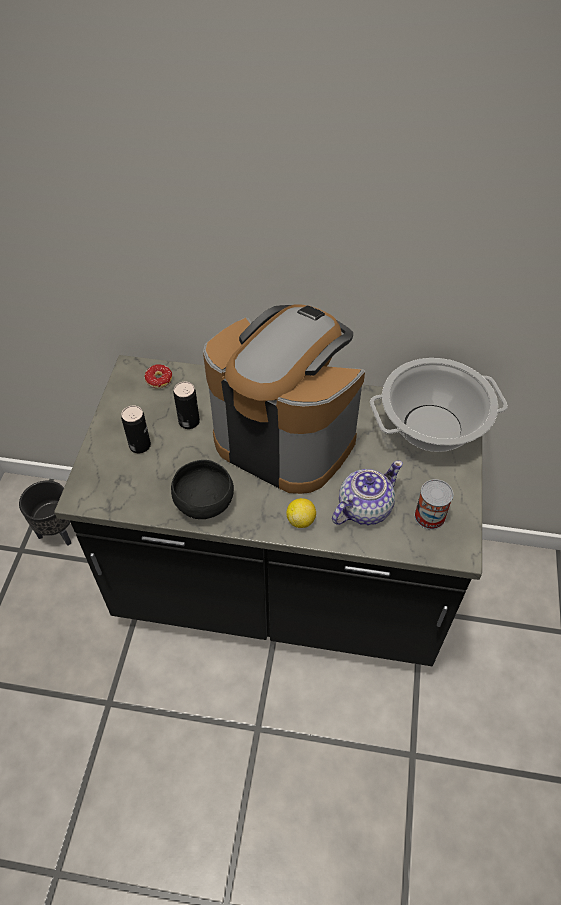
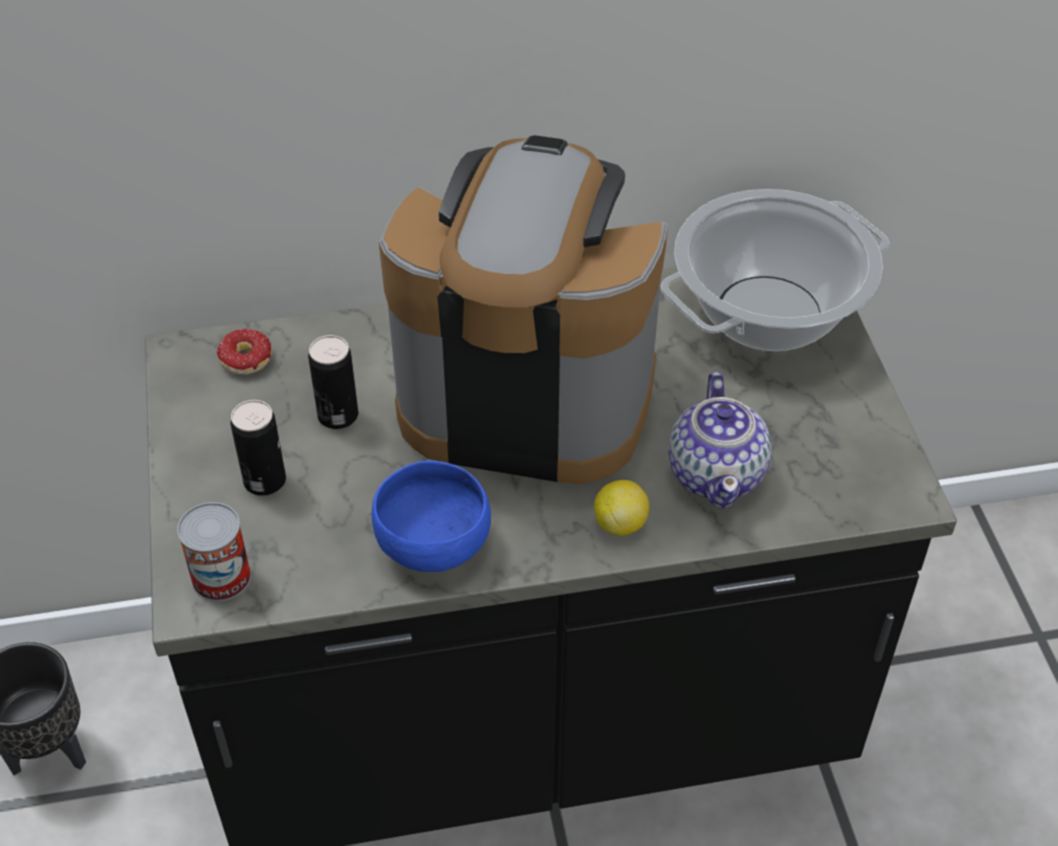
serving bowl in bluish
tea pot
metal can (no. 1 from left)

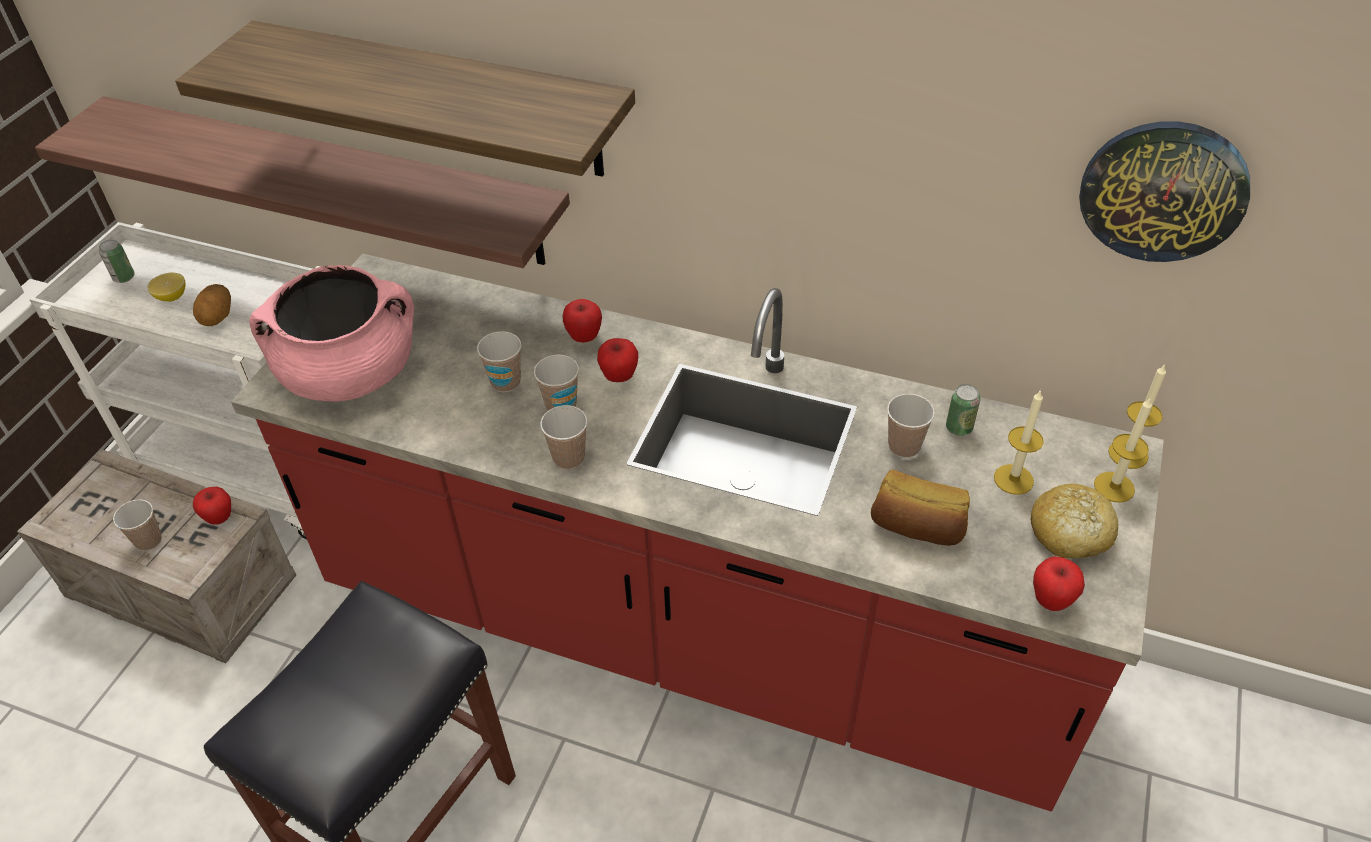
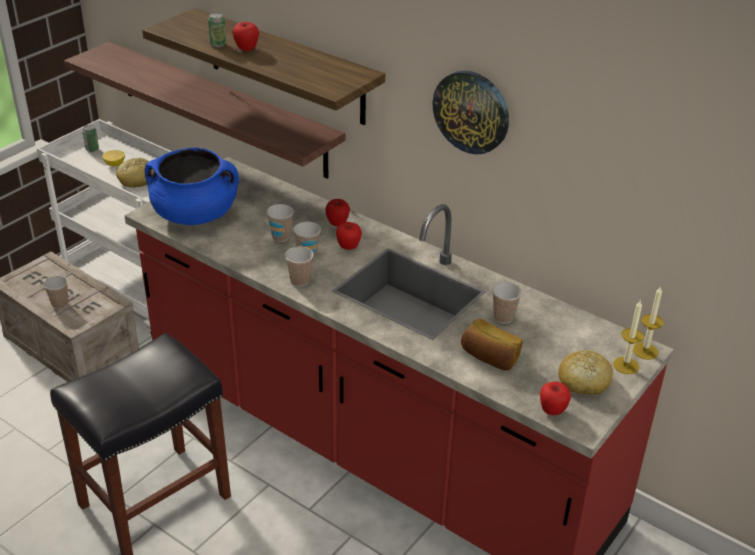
clock on the wall
stockpot in bluish
bakery bread (no. 1 from left)
metal can (no. 2 from left)
wax light (no. 1 from left in the first image)
apple fruit (no. 1 from left)

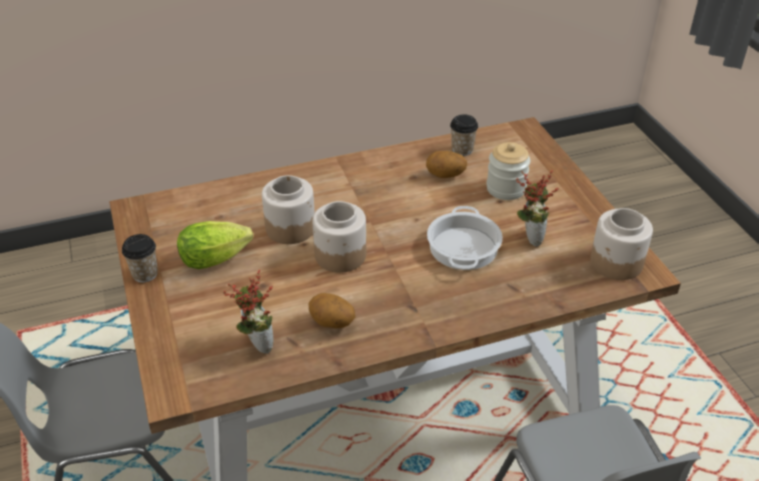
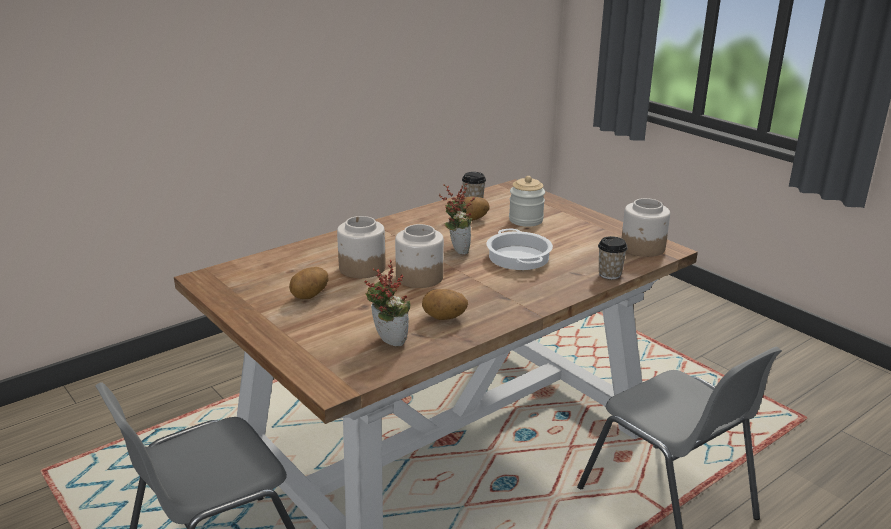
plant in a pot (no. 2 from left)
whole potato (no. 1 from left)
cup (no. 2 from left)

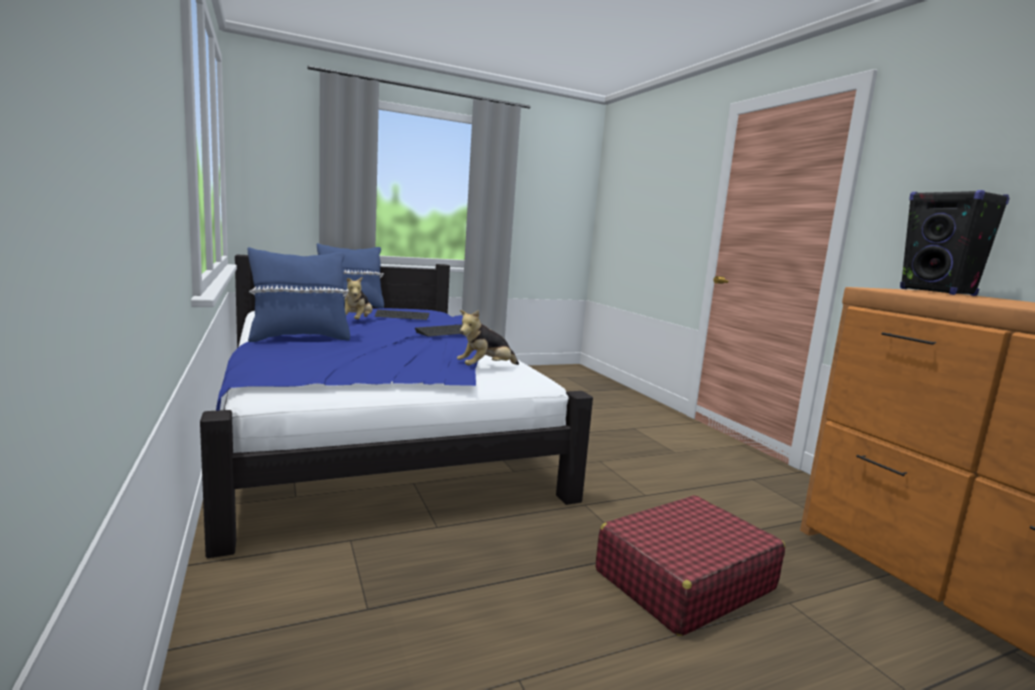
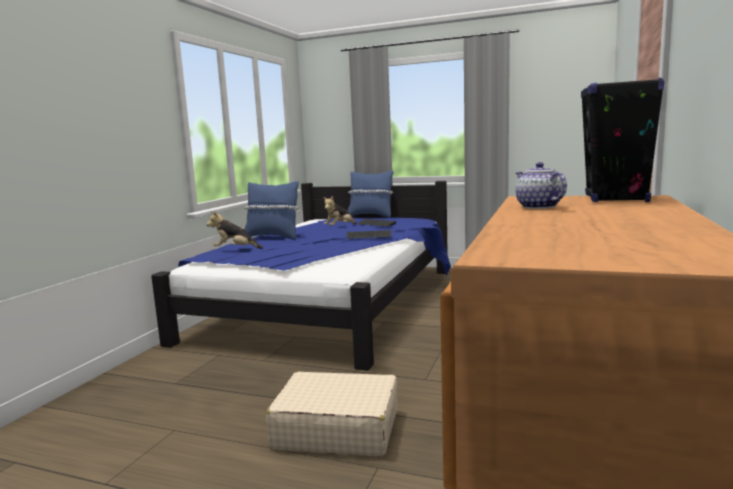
cuddly toy (no. 1 from left)
piece of luggage in beige
tea pot

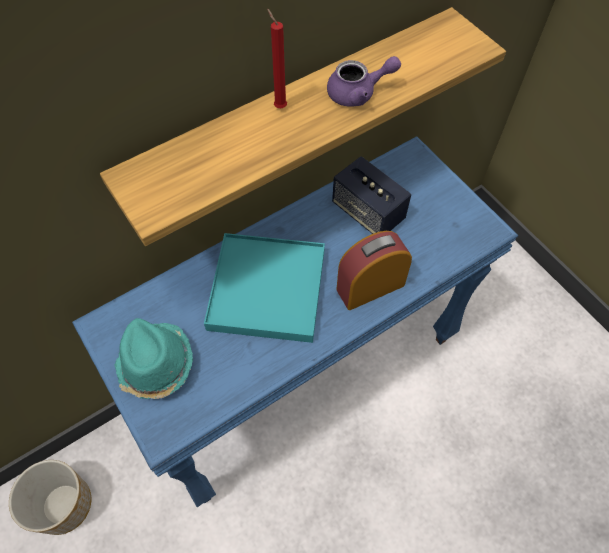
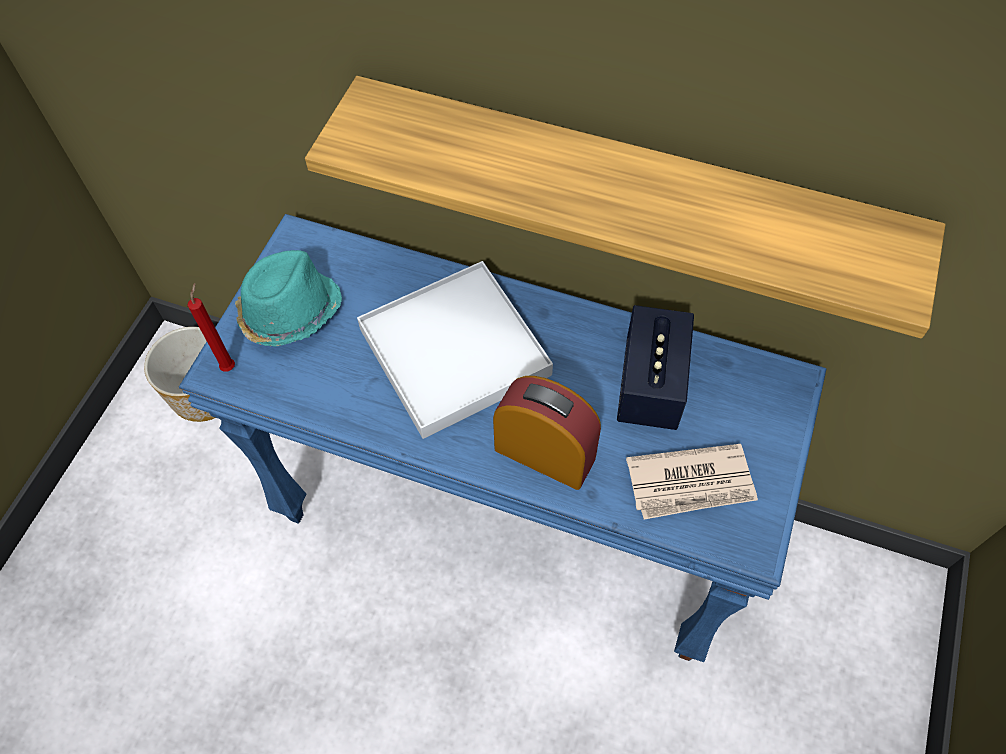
wax light in reddish
tea pot in purple-coloured
carrying tray in white-coloured
printed paper

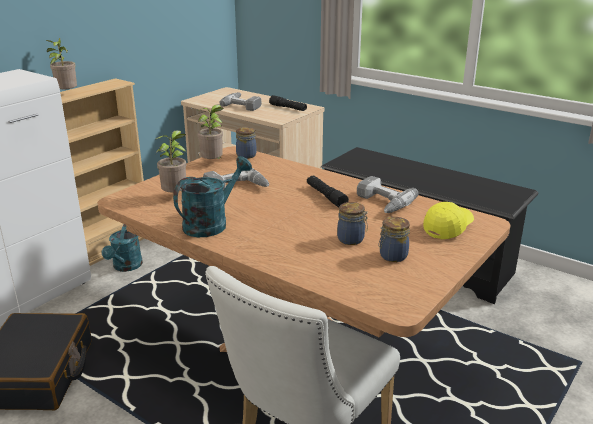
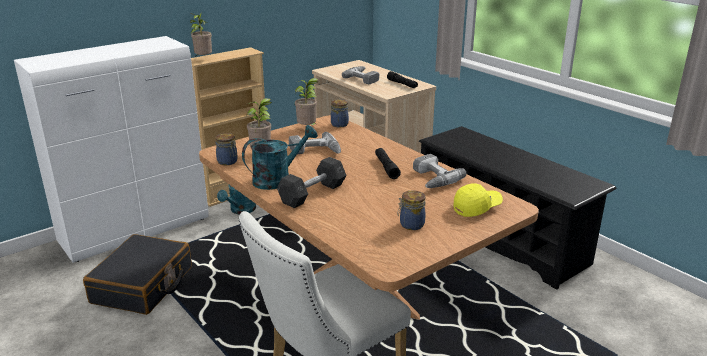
jar (no. 1 from left)
free weight in gray

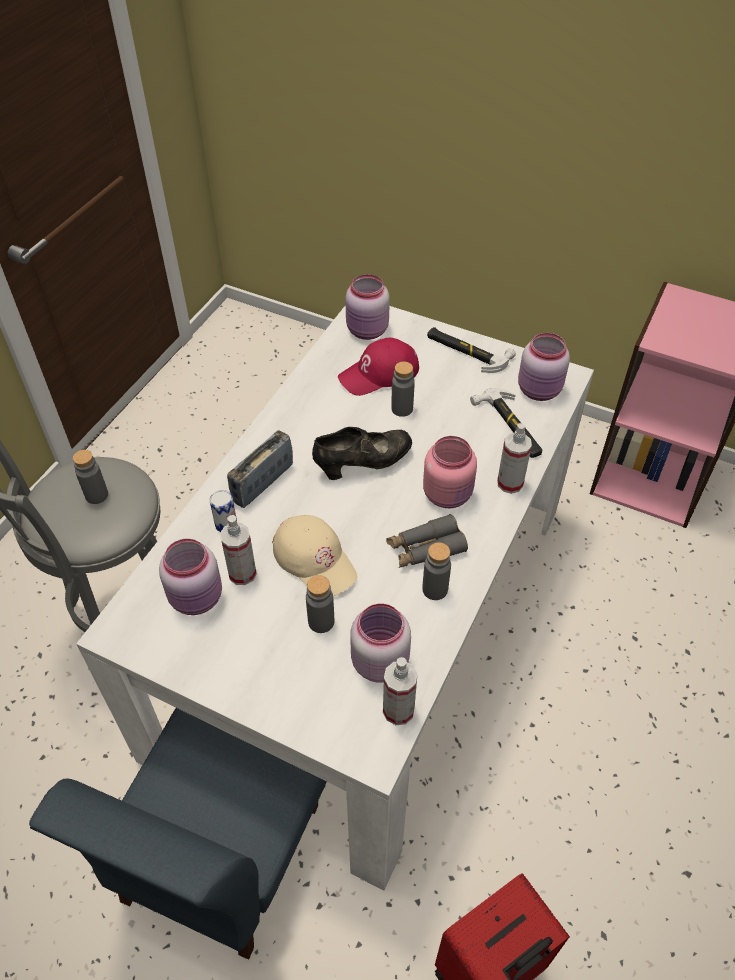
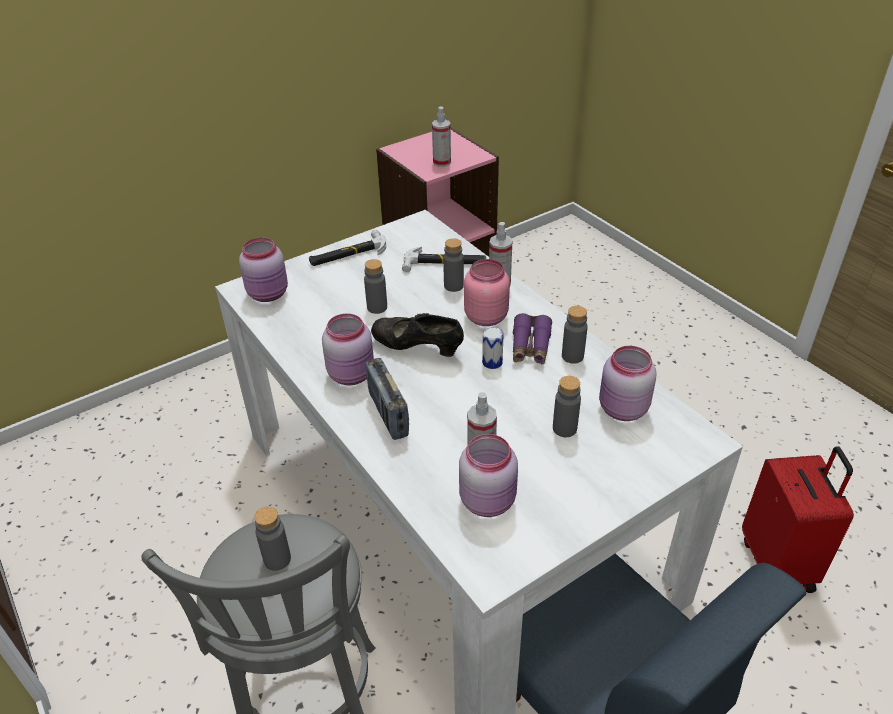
jar in pink (no. 2 from left)
peaked cap in reddish
item of footwear in blackish
metal can
pair of binoculars in purple-coloured
peaked cap in beige
spray bottle (no. 1 from left)
bottle in gray (no. 3 from left)

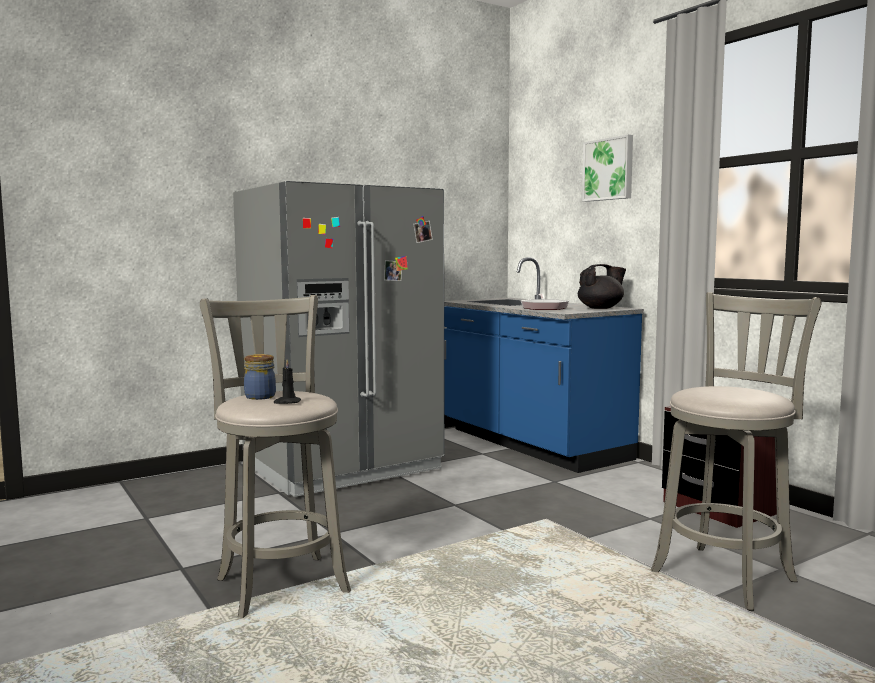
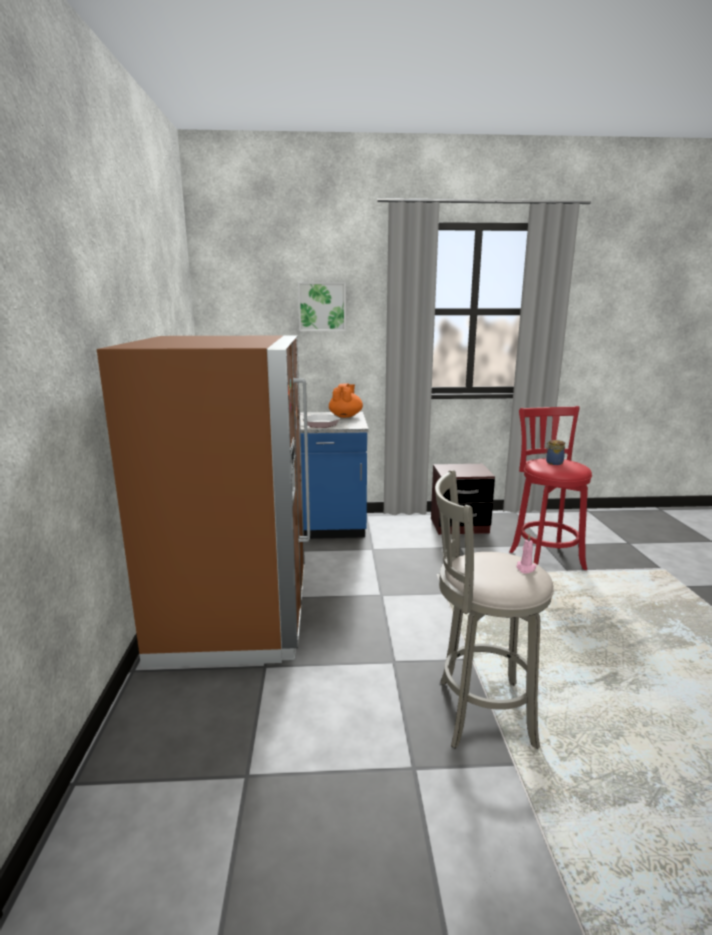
kitchen fridge in brown-coloured
tea pot in orangey
sitting stool in reddish
jar
wax light in pink

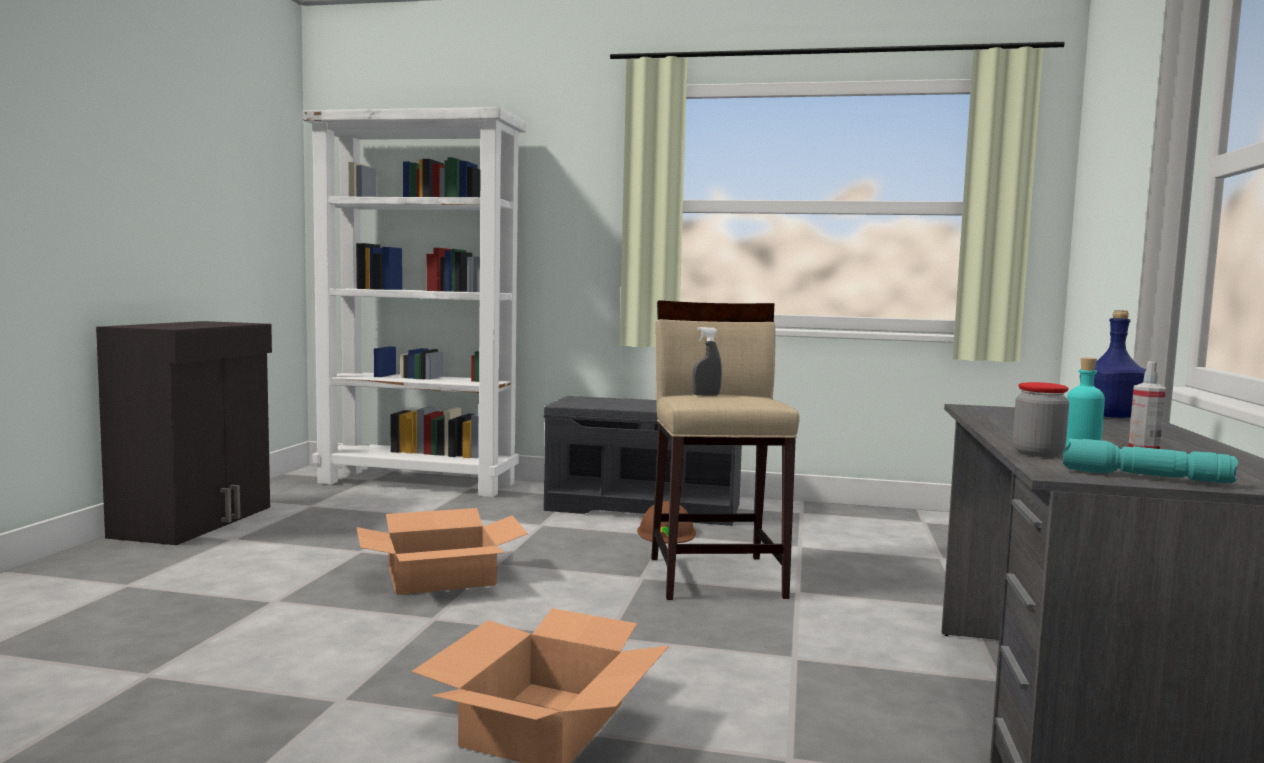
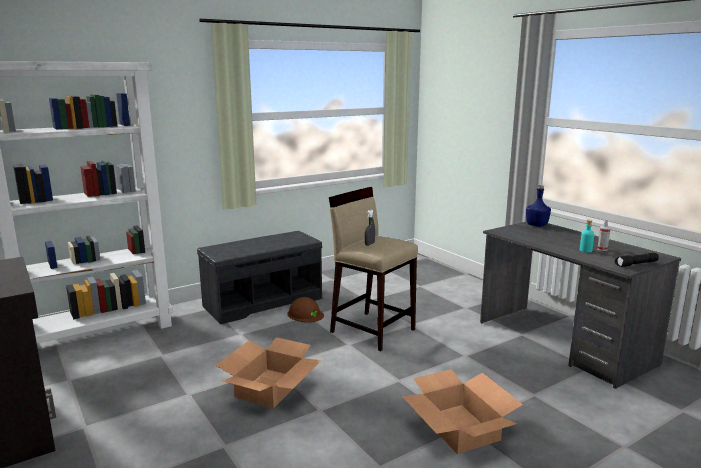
jar
hand torch in blackish

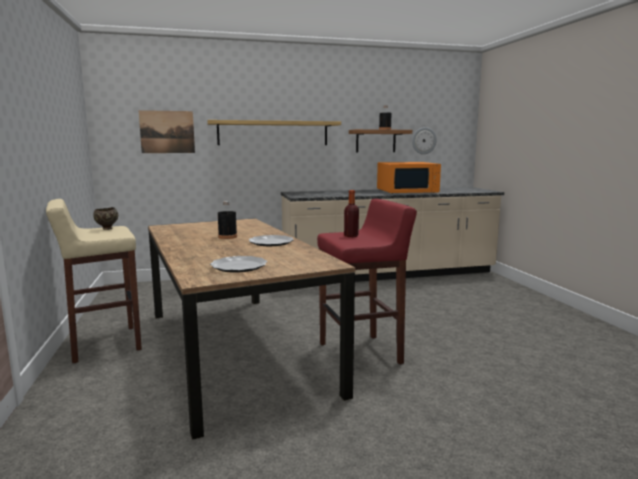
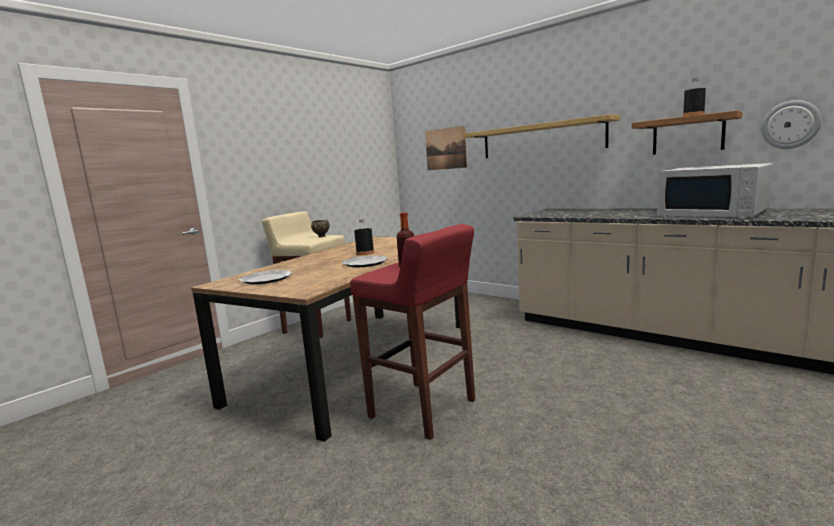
kitchen microwave in white-coloured

